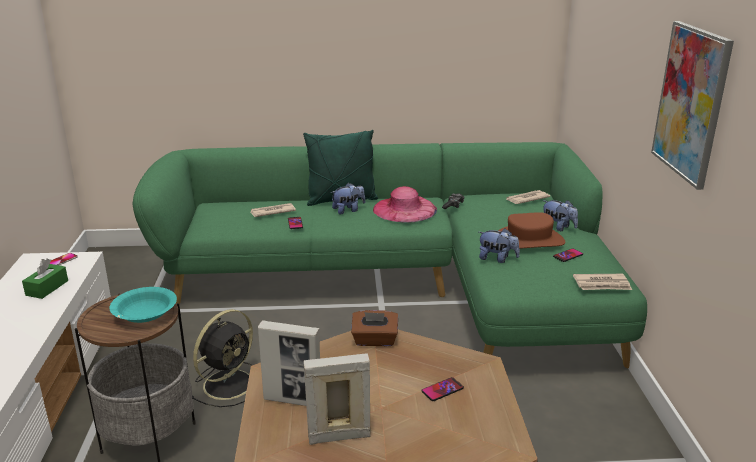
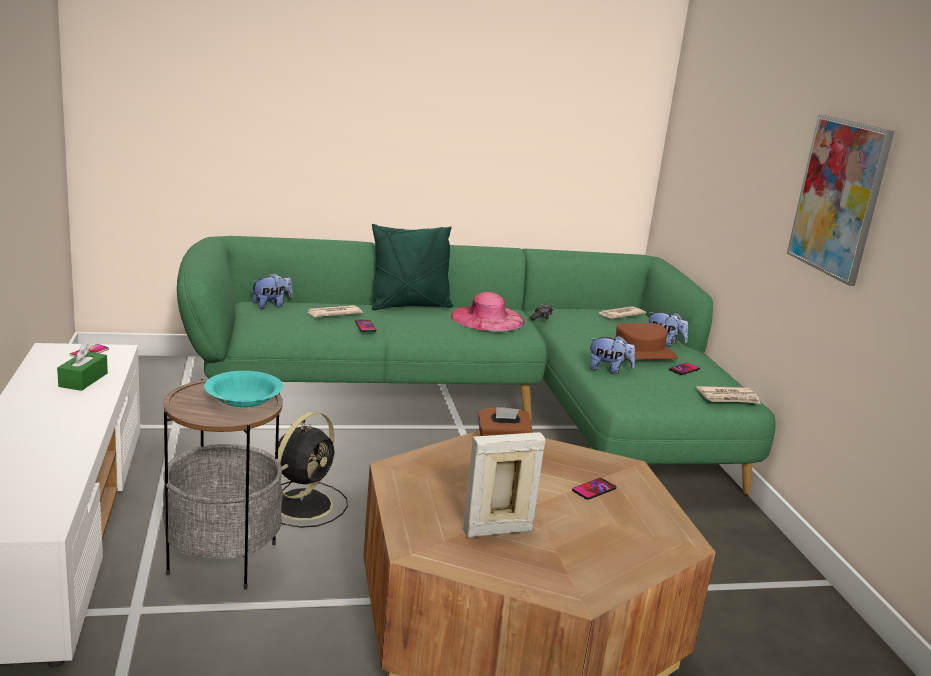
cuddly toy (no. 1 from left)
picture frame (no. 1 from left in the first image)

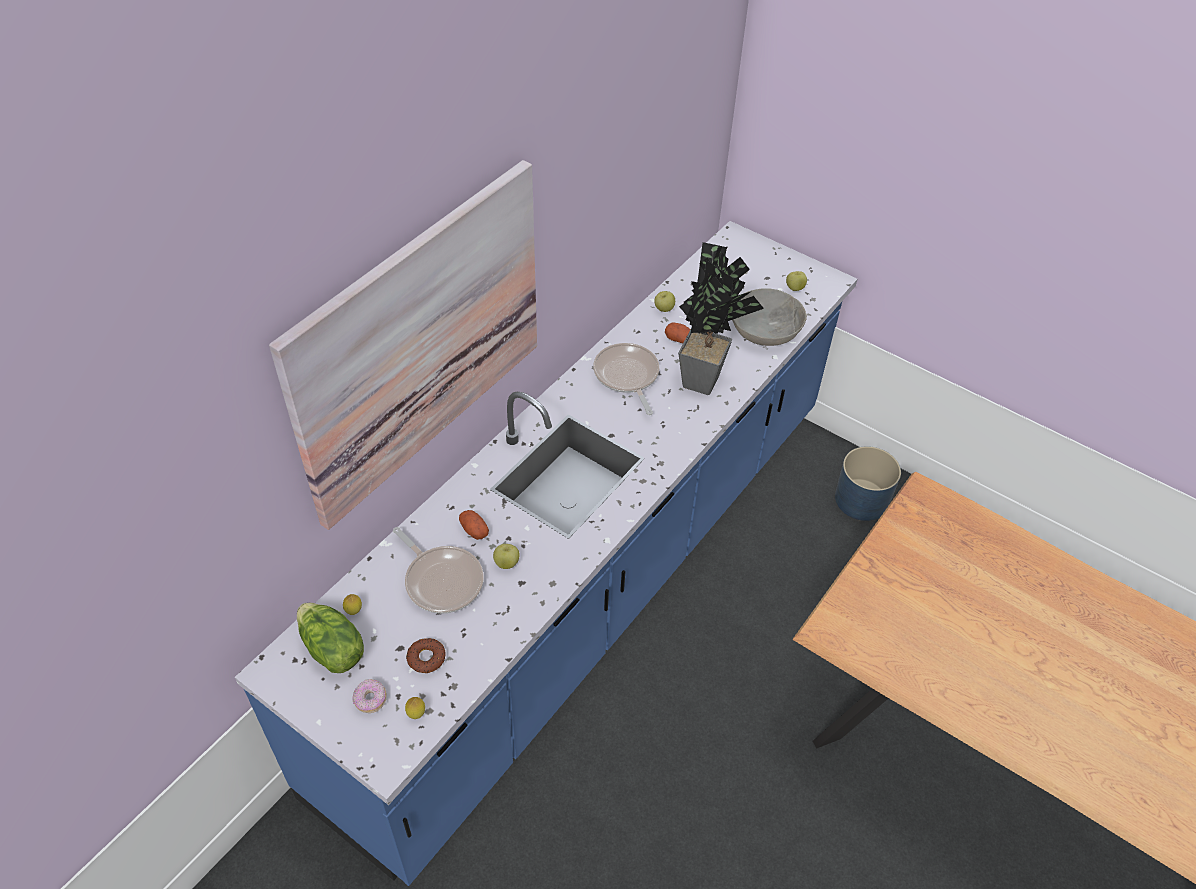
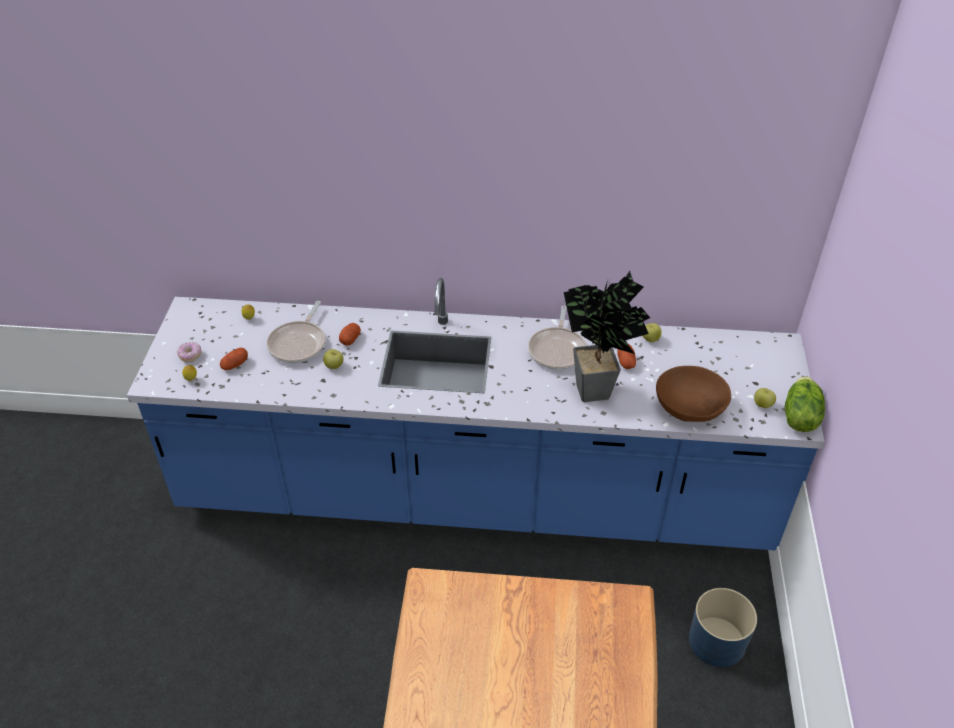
picture
serving bowl in brown-coloured
pan (no. 2 from left)
lettuce
whole potato (no. 1 from left)

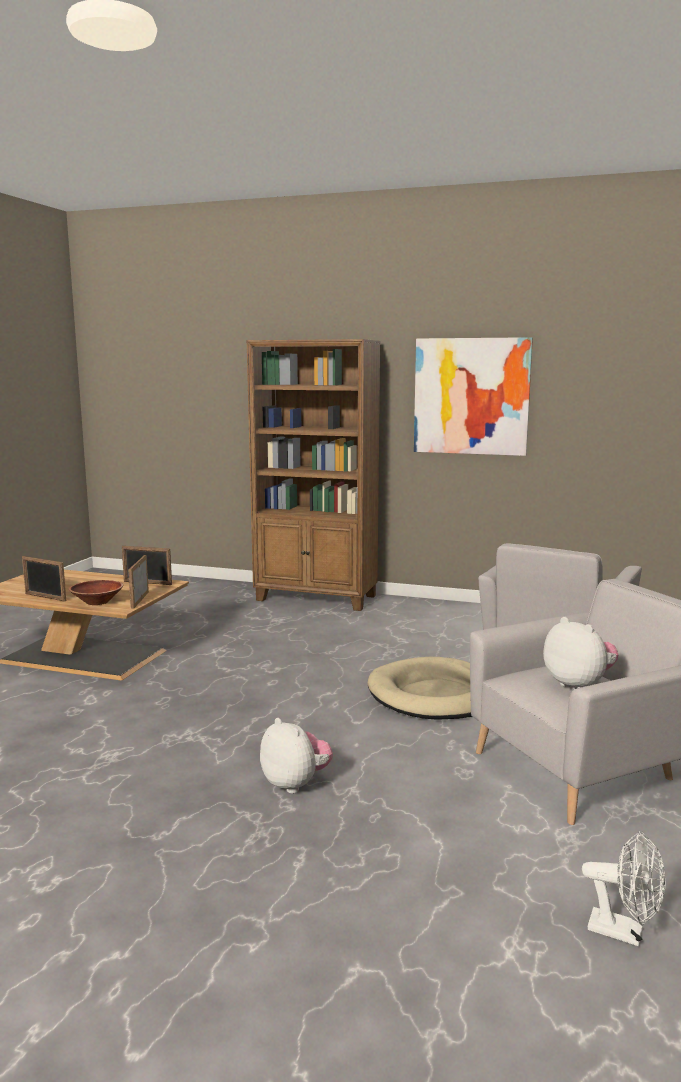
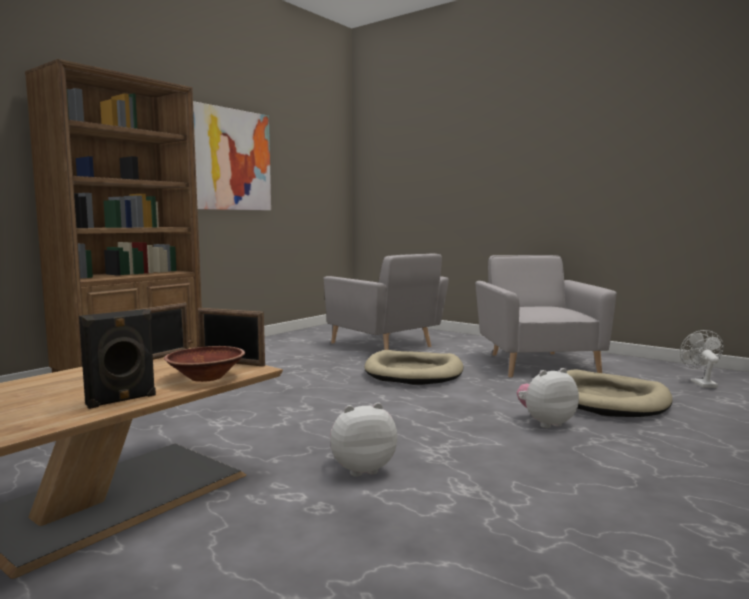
loudspeaker in blackish
cuddly toy (no. 1 from left)
cooling fan in white-coloured
dog bed in beige (no. 2 from left)

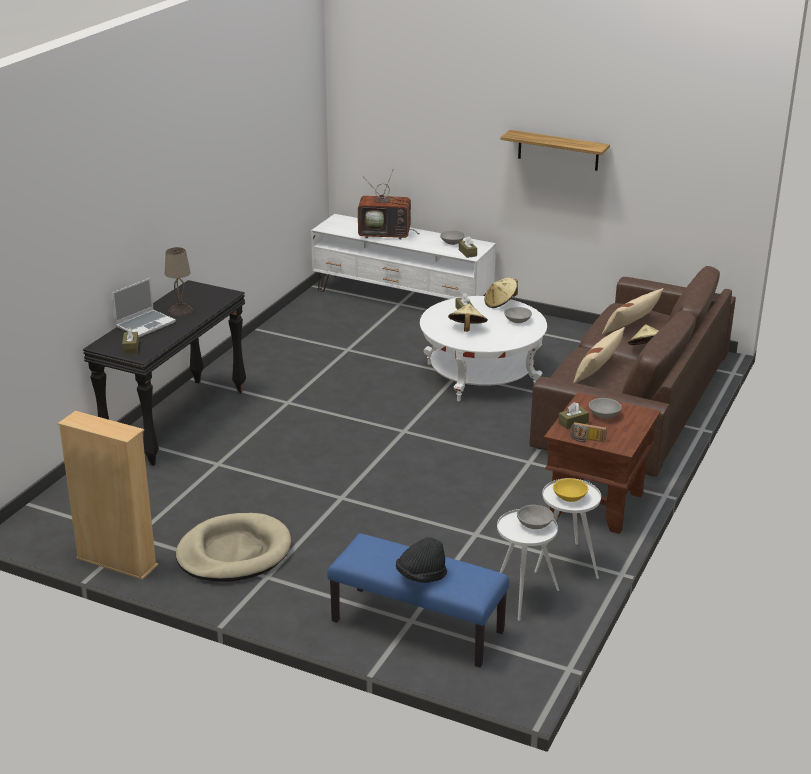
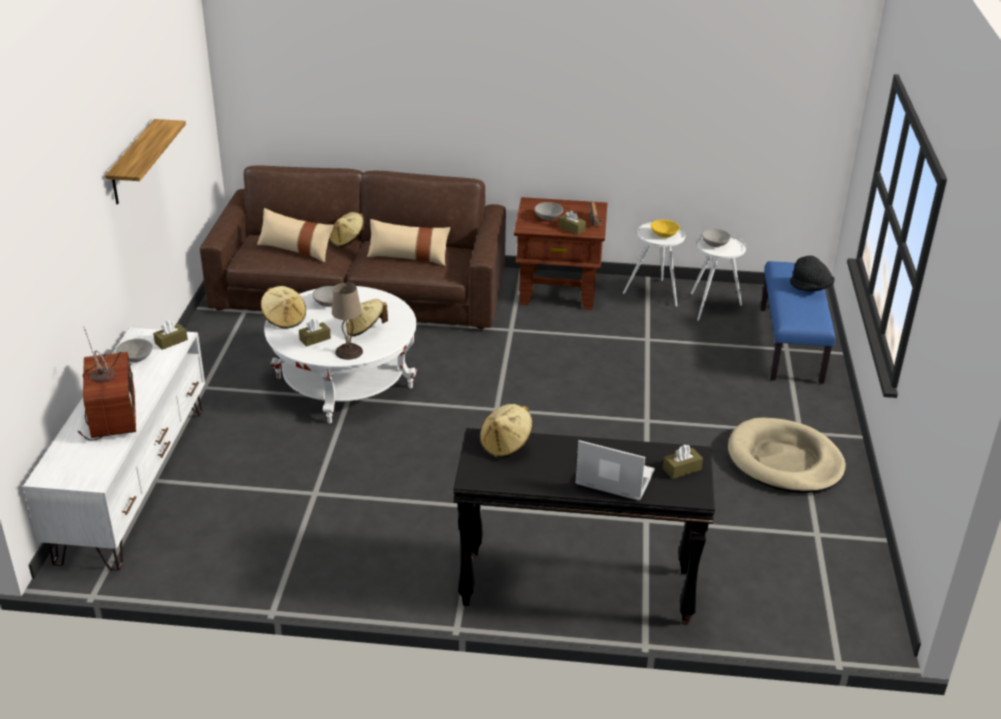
table lamp in beige
bookshelf in beige
hat in beige (no. 4 from left)

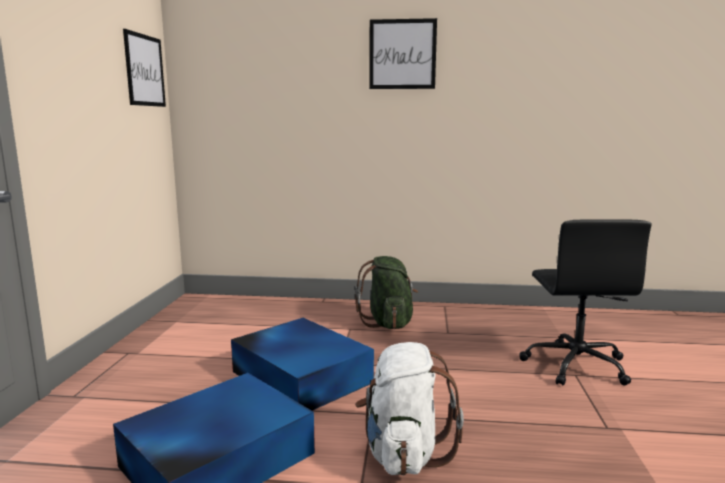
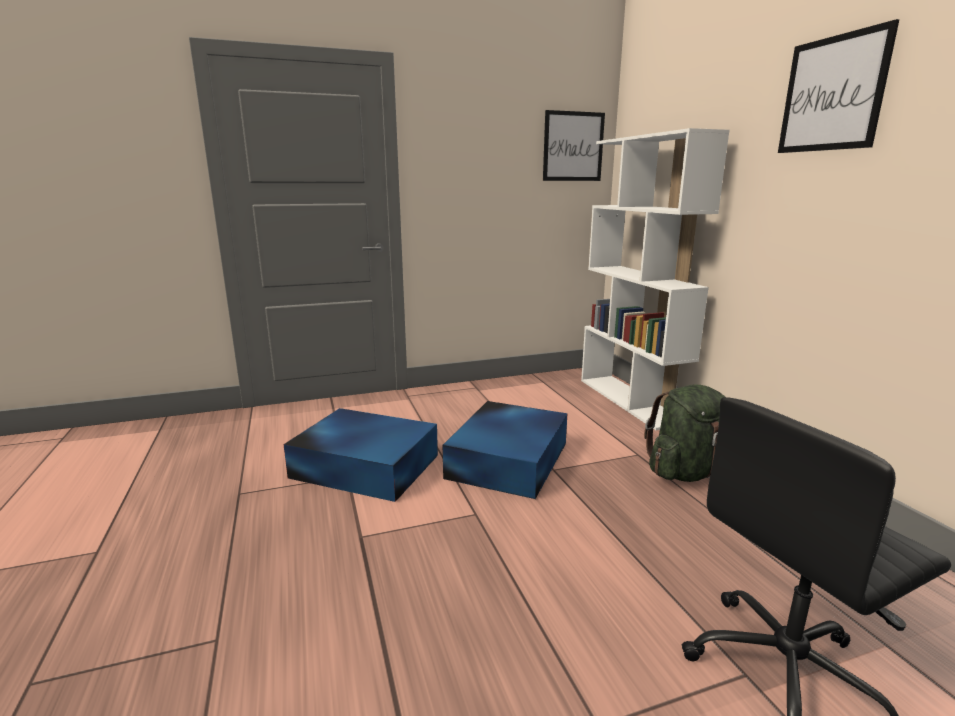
rucksack in white-coloured
bookshelf in white-coloured

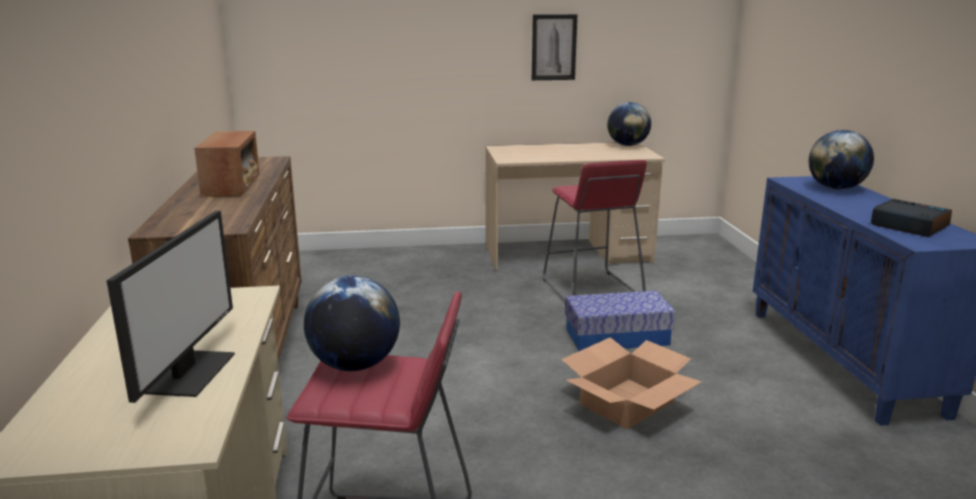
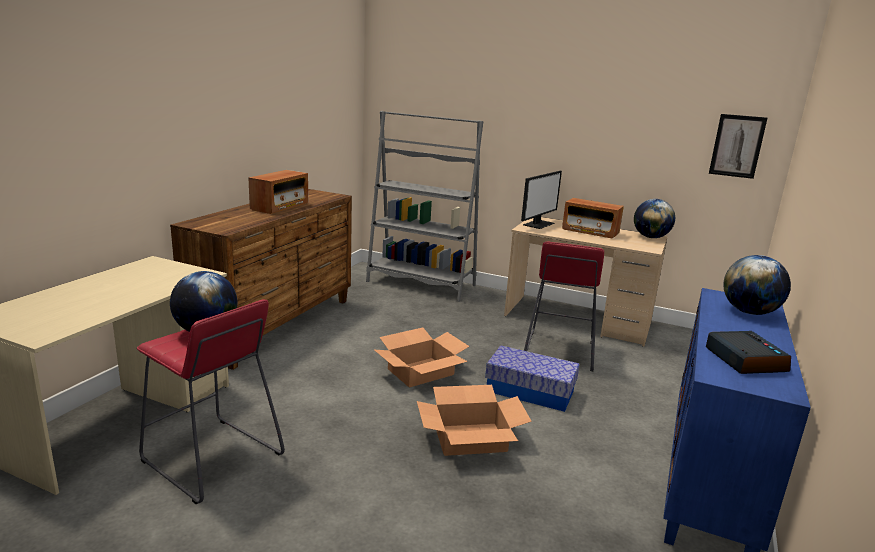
picture
computer display
bookshelf in gray
radio set (no. 2 from left)
carton (no. 1 from left)

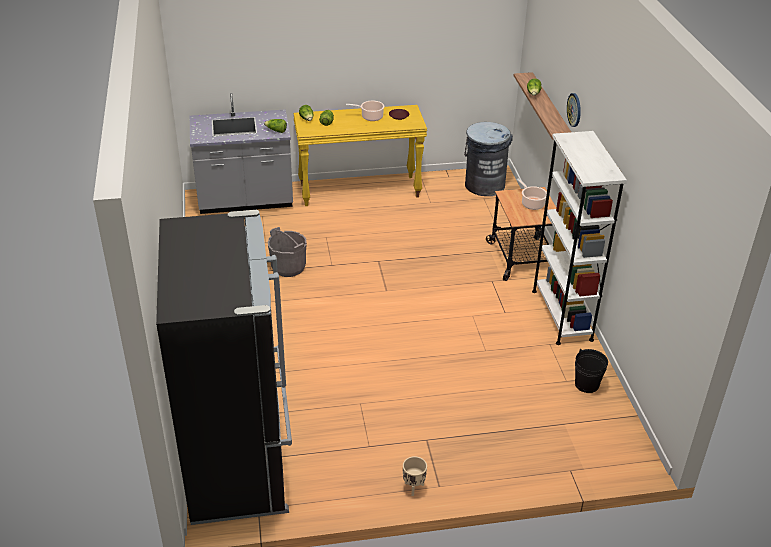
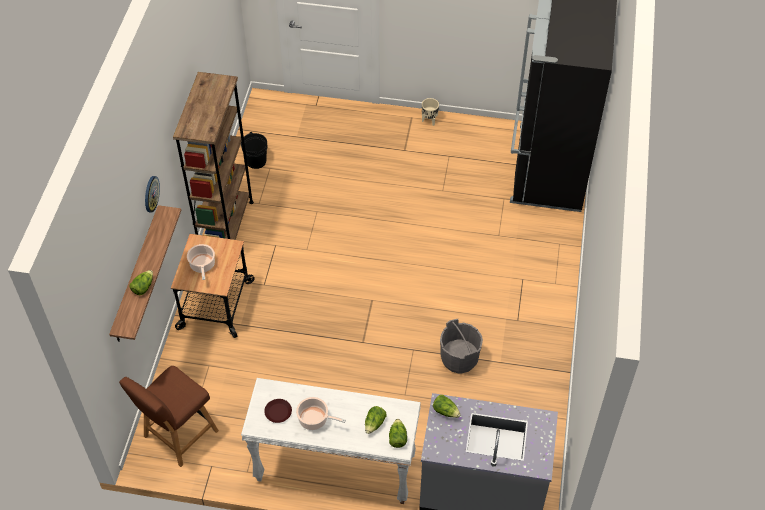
console table in white-coloured
upright chair in brown-coloured
bookshelf in brown-coloured

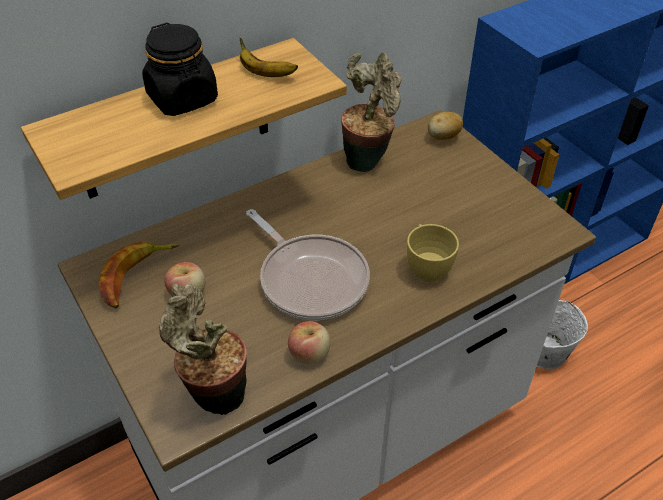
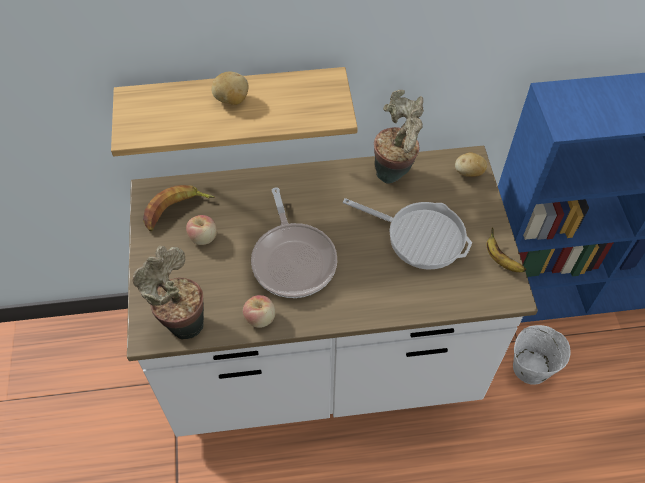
whole potato (no. 1 from left)
whole banana (no. 2 from left)
cup in yellow-coloured
pan (no. 2 from left)

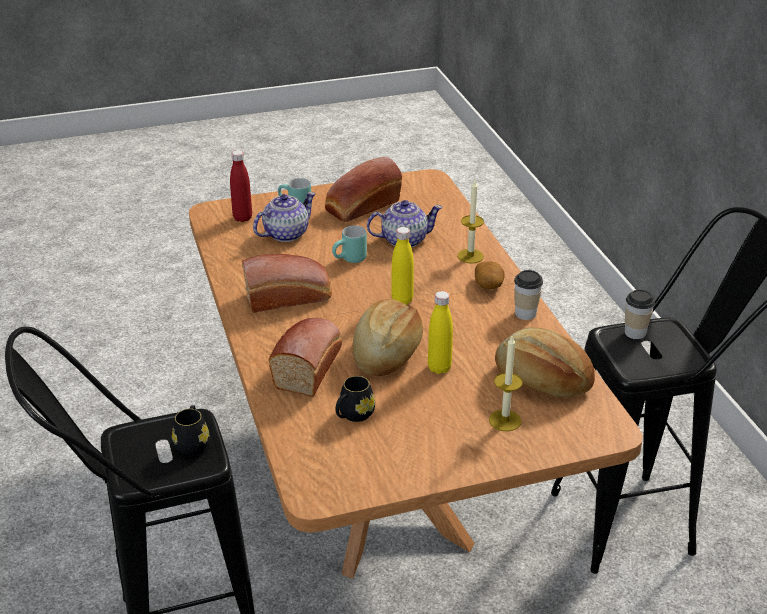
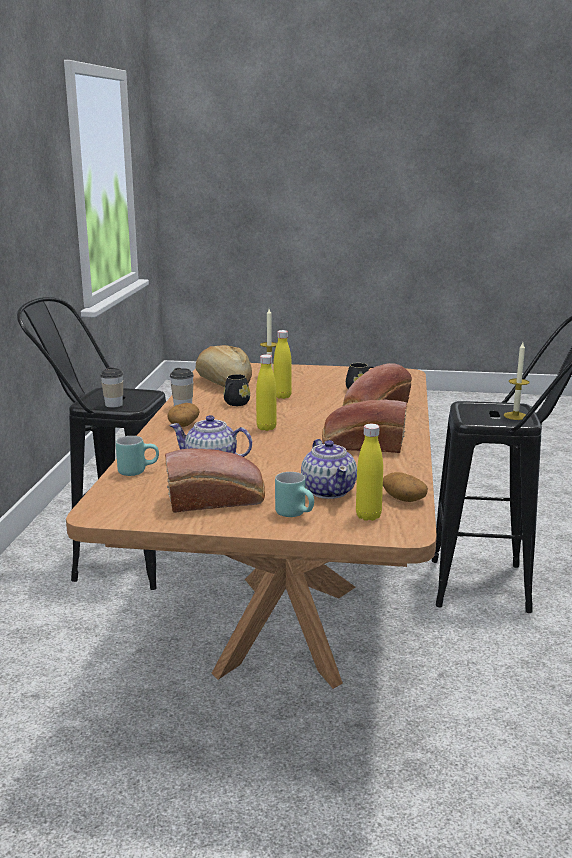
bottle in yellow-coloured (no. 3 from left)
wax light (no. 2 from left)
tea pot (no. 2 from left)
tea mug in blue-green (no. 1 from left)
bakery bread (no. 4 from left in the first image)
tea mug in blackish (no. 1 from left)
whole potato (no. 2 from left)

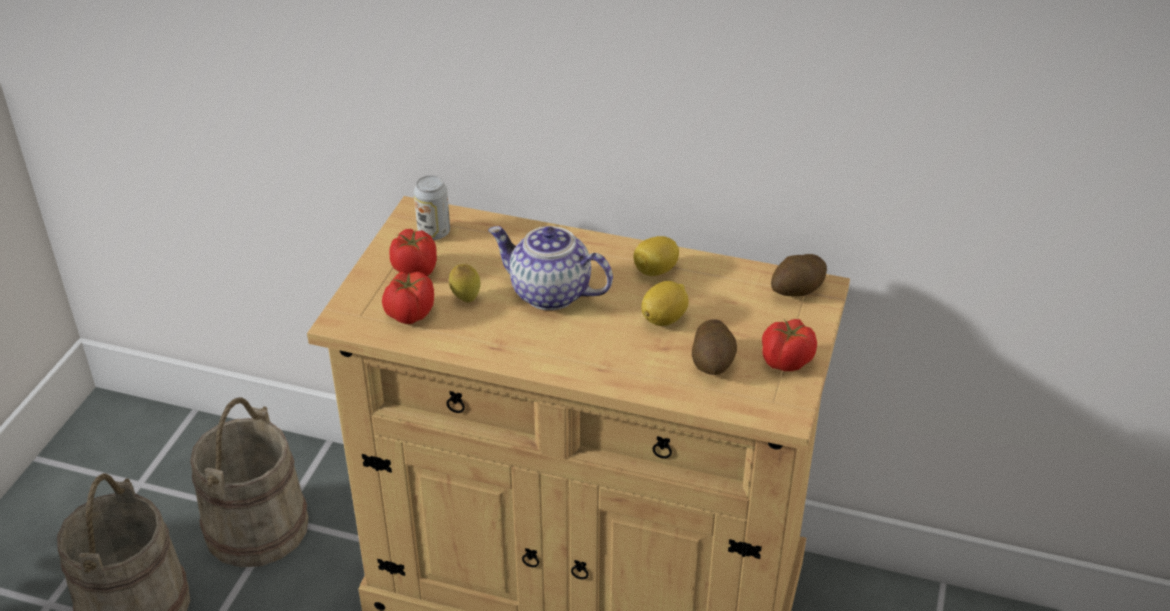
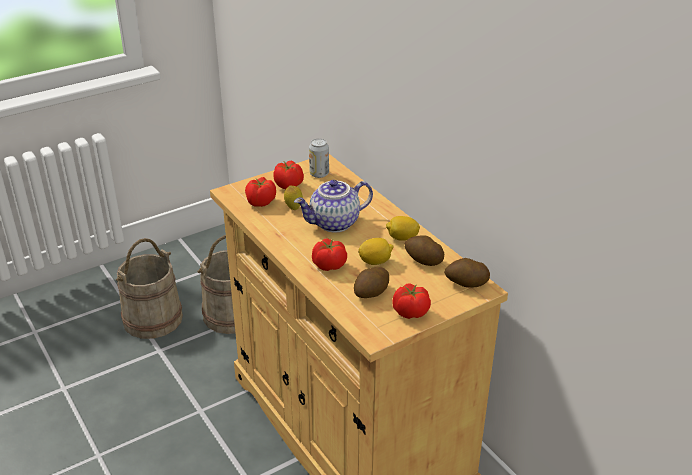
tea pot
whole potato (no. 2 from left)
whole tomato (no. 3 from left)

